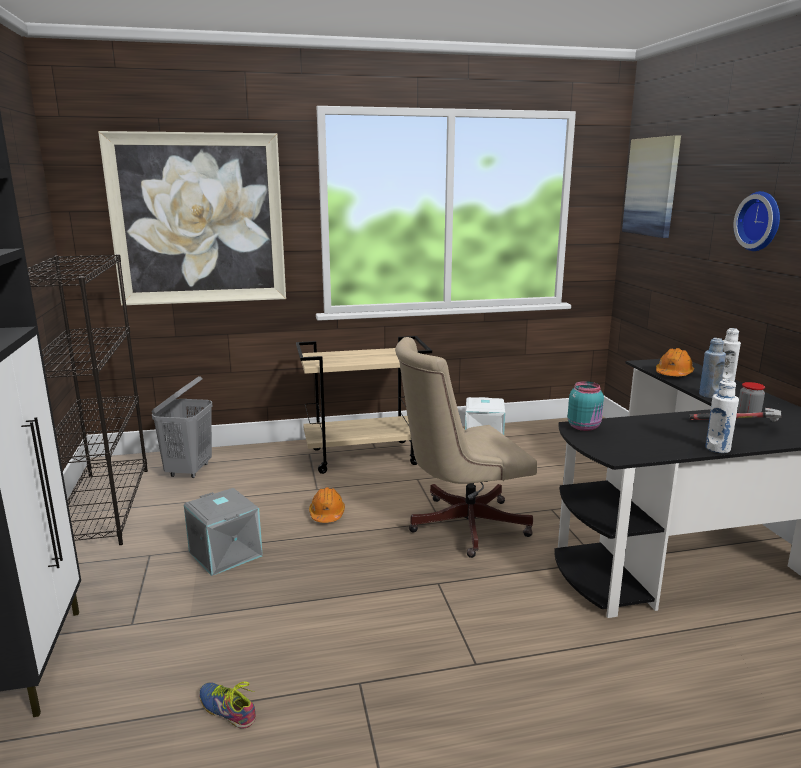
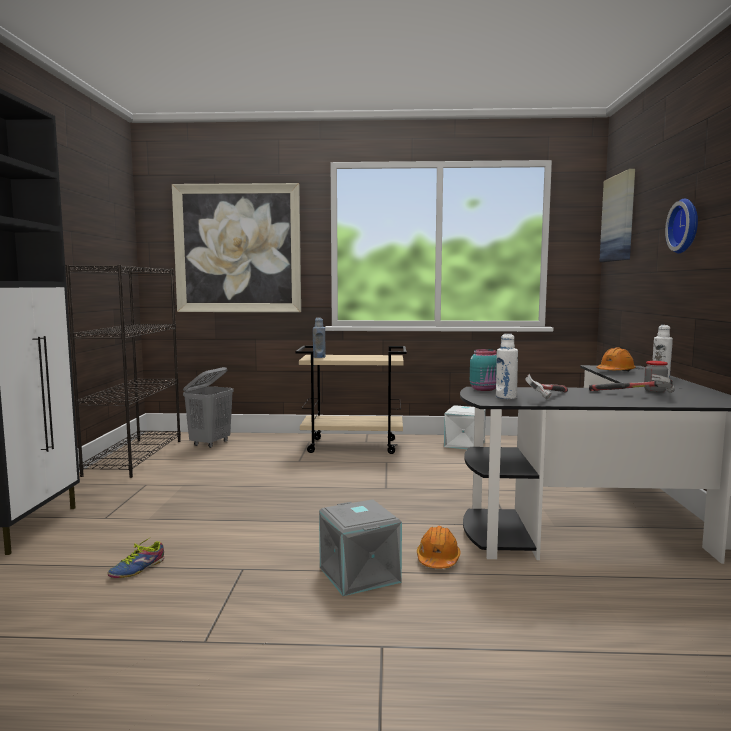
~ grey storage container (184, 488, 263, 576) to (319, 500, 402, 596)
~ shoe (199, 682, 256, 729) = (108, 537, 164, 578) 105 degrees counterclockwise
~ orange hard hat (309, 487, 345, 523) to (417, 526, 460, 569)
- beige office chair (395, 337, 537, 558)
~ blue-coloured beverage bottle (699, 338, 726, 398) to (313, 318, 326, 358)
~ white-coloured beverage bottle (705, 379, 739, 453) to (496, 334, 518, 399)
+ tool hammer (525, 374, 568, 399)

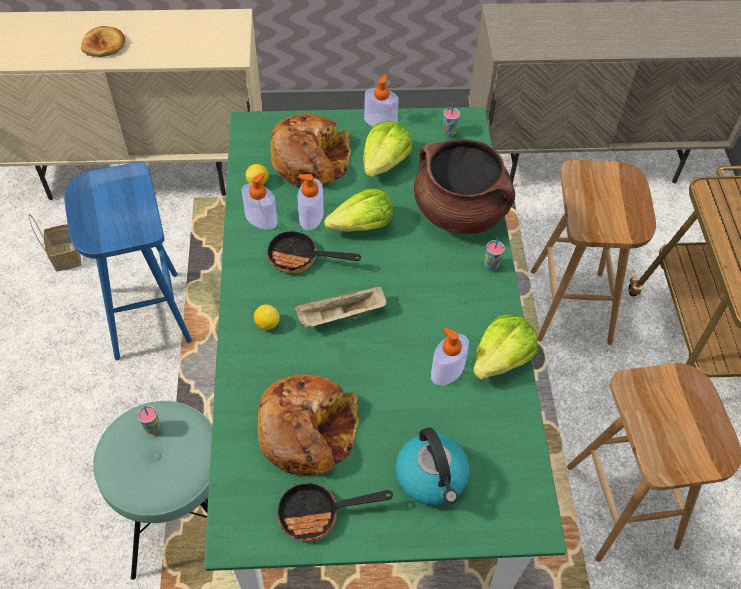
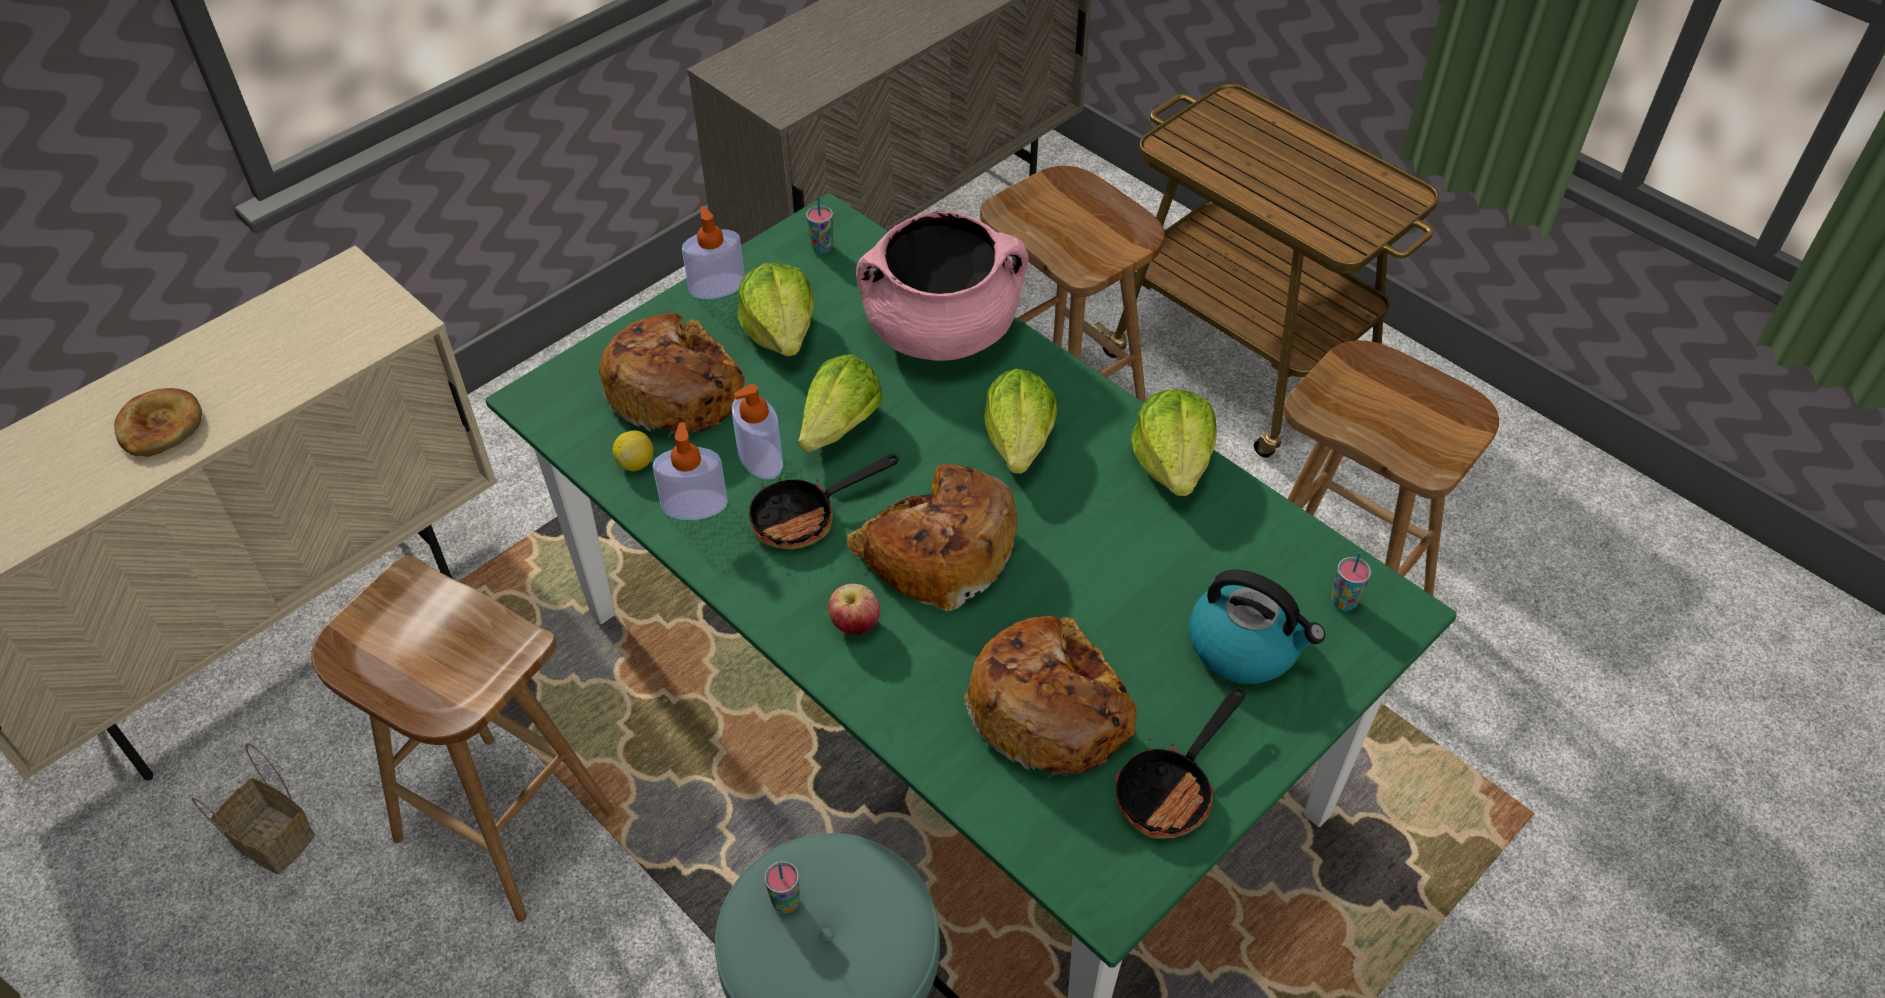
~ blue-coloured sitting stool (64, 162, 192, 360) to brown-coloured sitting stool (311, 556, 614, 922)
~ lemon (254, 305, 280, 330) to apple fruit (828, 584, 880, 634)
~ beige carrying tray (295, 286, 387, 328) to bakery bread (847, 464, 1017, 611)
~ brown-coloured stockpot (414, 139, 515, 234) to pink stockpot (856, 211, 1028, 361)
- soap dispenser (431, 328, 469, 386)
~ small cup (484, 237, 505, 271) to (1331, 552, 1371, 611)
+ head of lettuce (984, 369, 1057, 474)

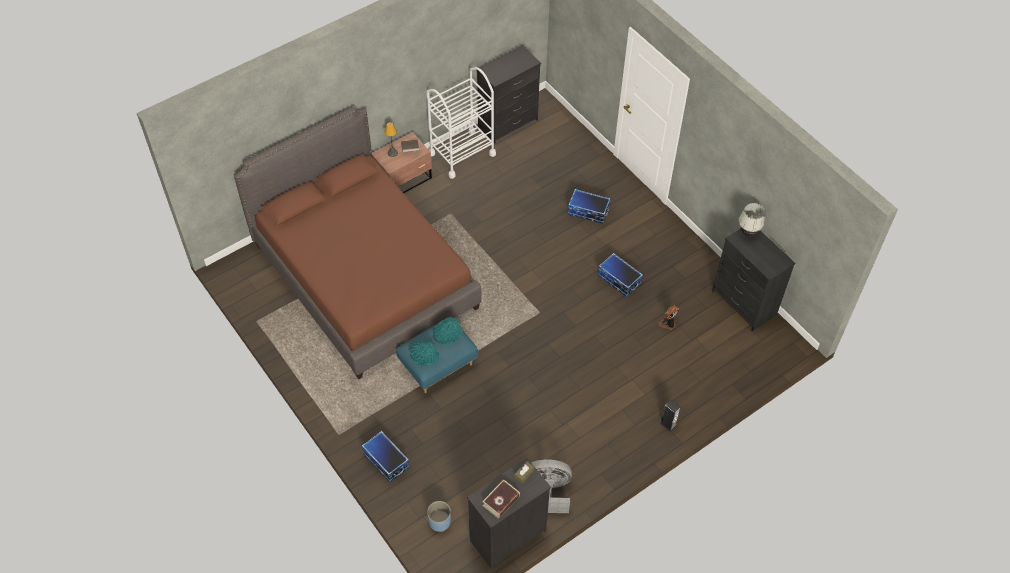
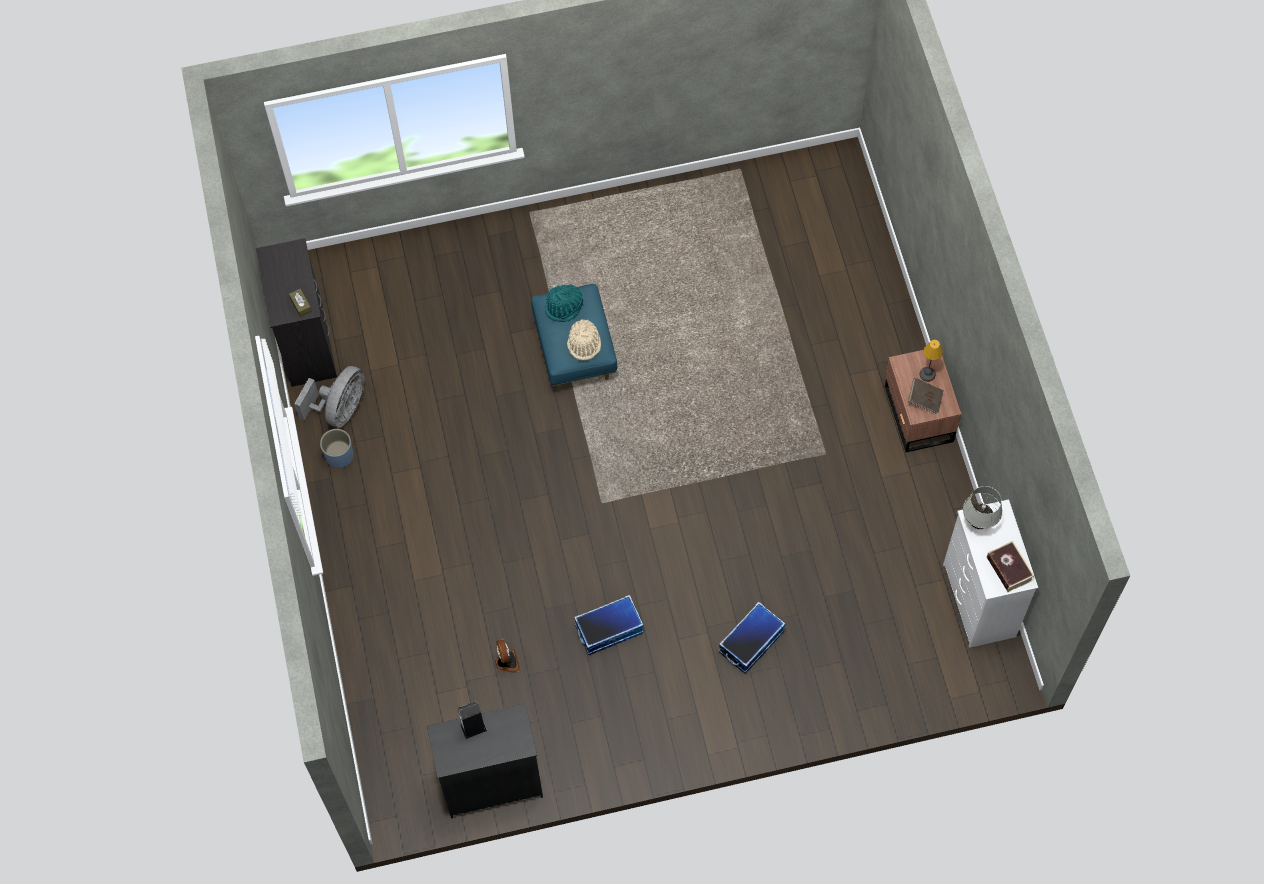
- brown-coloured bedroom bed (234, 107, 482, 379)
- storage container (362, 431, 409, 482)
- white-coloured wheeled cart (427, 67, 496, 179)
~ blue-coloured plant pot (427, 501, 451, 532) to (320, 429, 354, 468)
~ turquoise hat (433, 317, 463, 344) to beige hat (567, 320, 601, 361)
~ black-coloured chest of drawers (477, 45, 541, 143) to white-coloured chest of drawers (943, 499, 1038, 648)
~ bound book (482, 479, 520, 519) to (987, 541, 1034, 592)
~ audio speaker (660, 400, 680, 432) to (458, 701, 487, 739)
~ white-coloured tabletop lamp (739, 203, 765, 237) to (963, 486, 1002, 529)

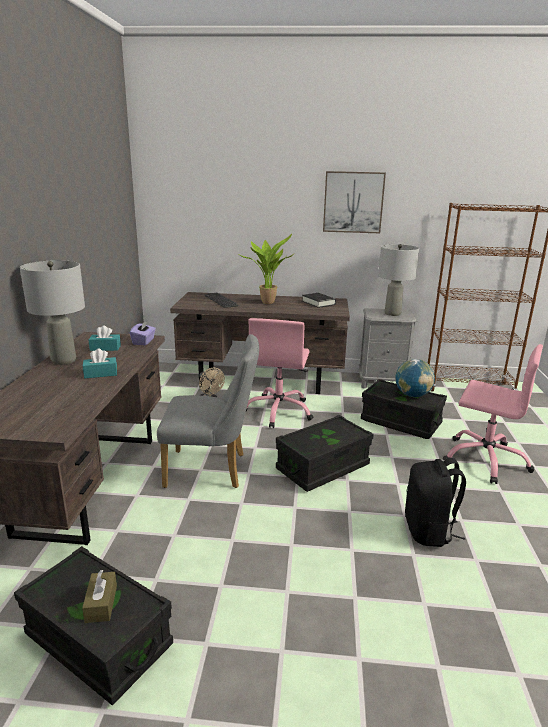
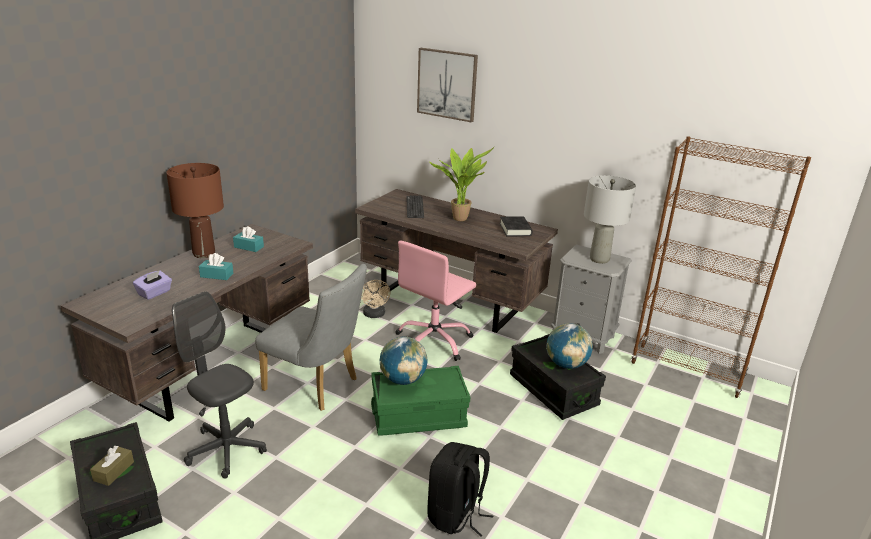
~ grey tabletop lamp (20, 260, 85, 365) to brown-coloured tabletop lamp (166, 163, 224, 258)
~ purple-coloured tissue holder (130, 320, 156, 345) to (133, 271, 172, 300)
~ black-coloured storage container (276, 415, 374, 492) to greenish storage container (371, 366, 470, 436)
~ wall picture (323, 171, 386, 233) to (417, 48, 478, 122)
- pink office chair (443, 344, 543, 484)
+ grey office chair (172, 291, 267, 479)
+ world globe (380, 337, 428, 385)

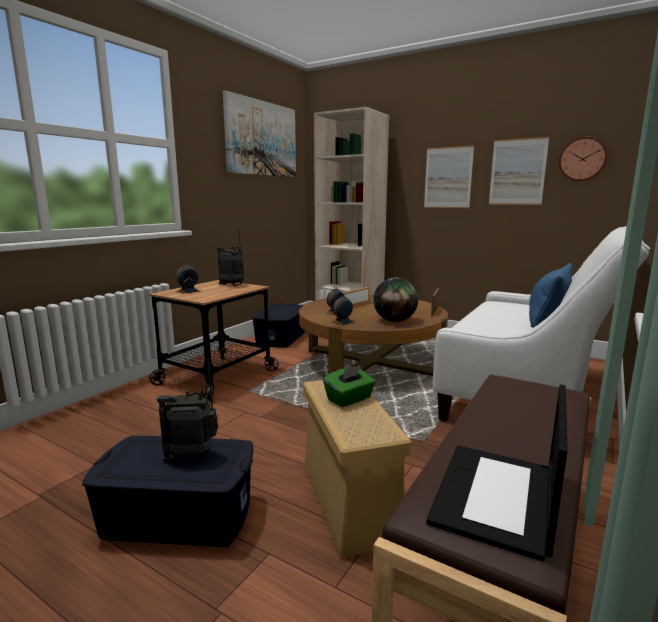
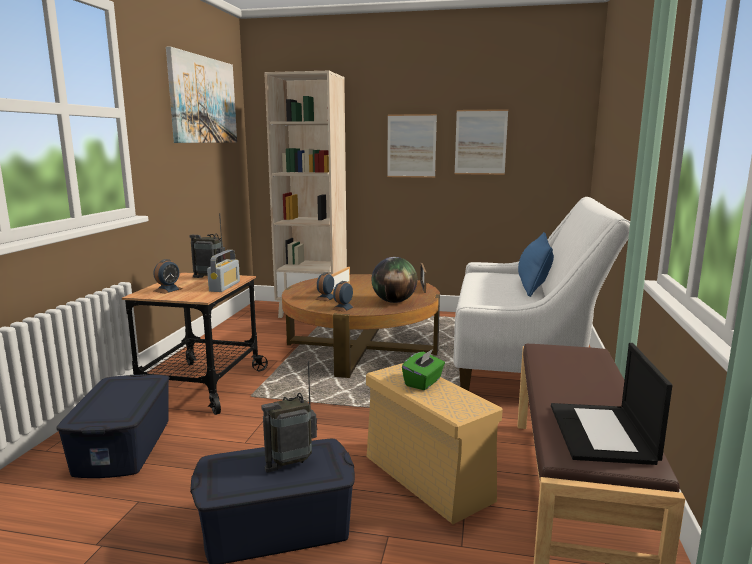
~ blue-coloured storage container (252, 304, 305, 348) to (56, 374, 170, 478)
- hanging clock (559, 137, 607, 181)
+ radio set (207, 250, 240, 292)

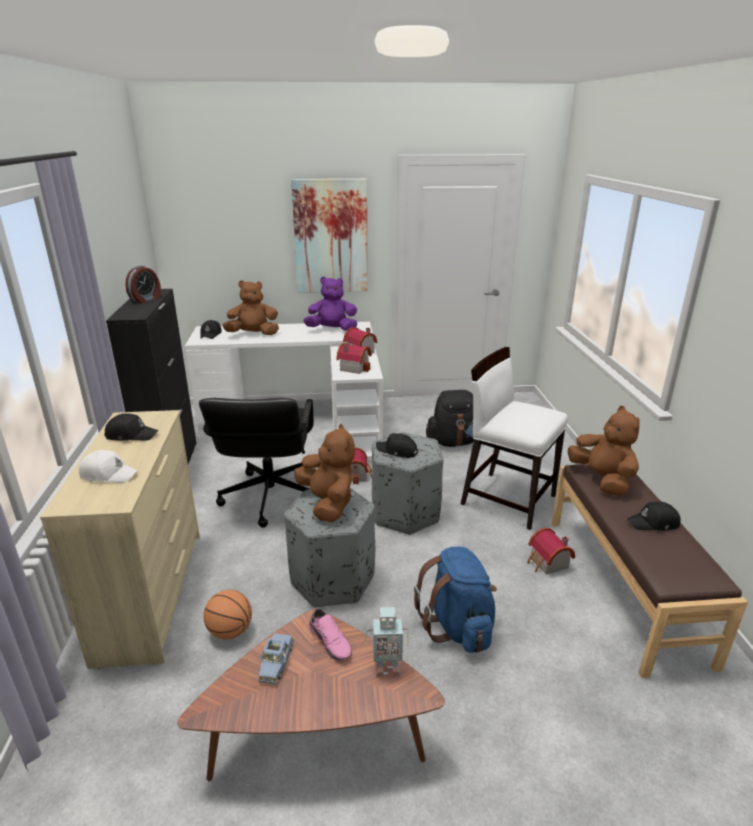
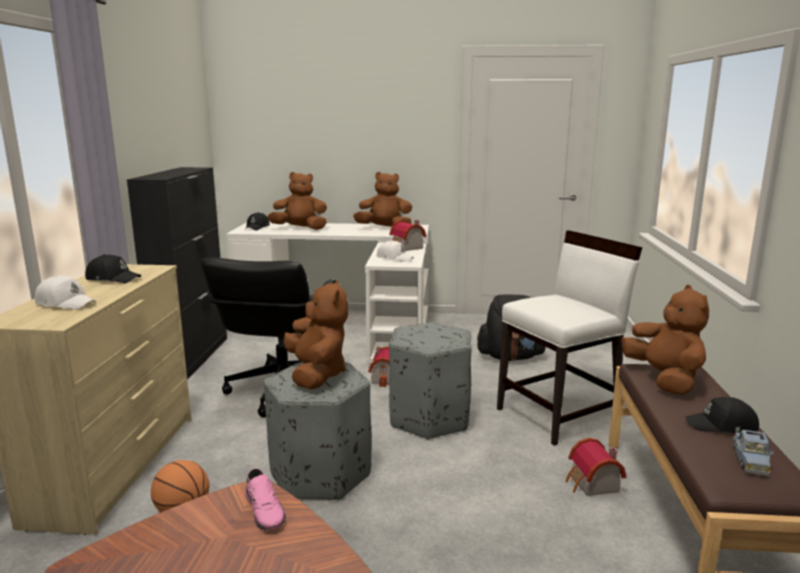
- table clock (125, 266, 161, 303)
~ blue-coloured miniature car (259, 634, 294, 685) to (733, 430, 774, 476)
- wall picture (291, 179, 368, 293)
~ purple-coloured soft toy (303, 277, 357, 331) to brown-coloured soft toy (353, 172, 412, 227)
~ miniature house (336, 343, 372, 374) to white-coloured cap (377, 240, 414, 262)
- model robot (365, 607, 409, 676)
- black-coloured cap (376, 433, 418, 458)
- blue-coloured rucksack (414, 547, 497, 653)
~ white-coloured upright chair (461, 347, 568, 530) = (497, 230, 642, 446) 105 degrees clockwise

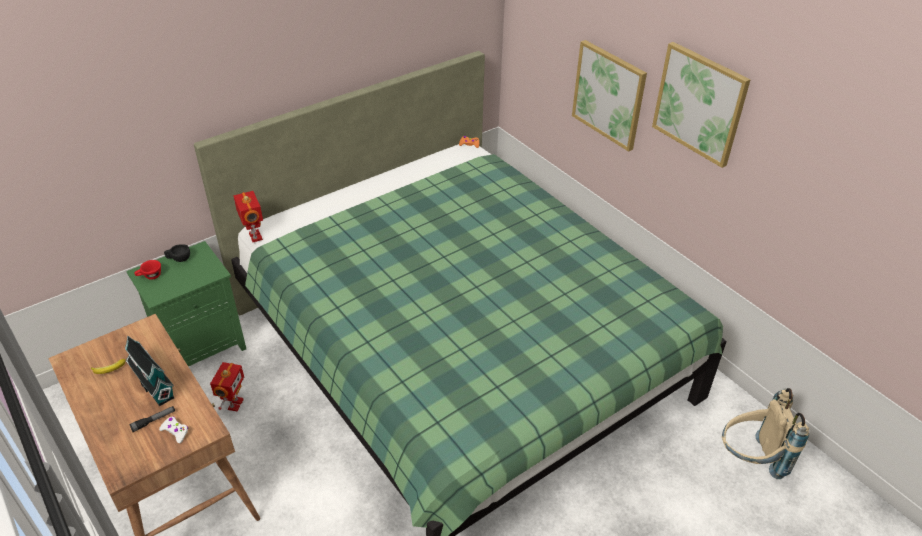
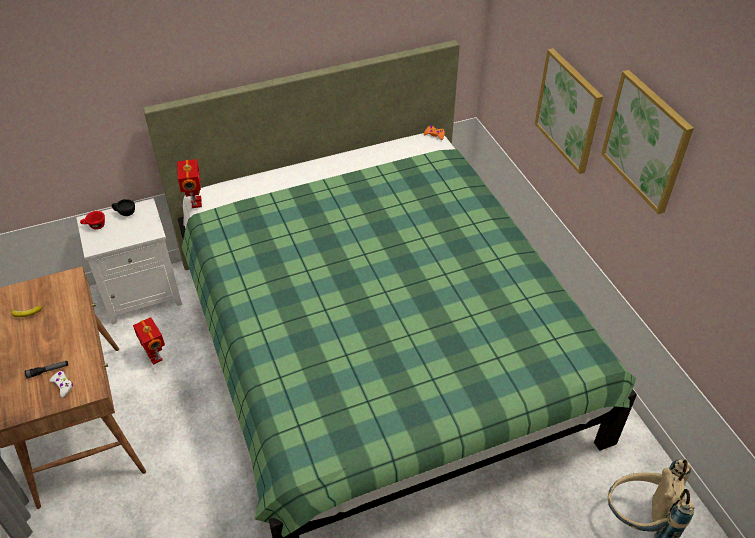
- miniature house (125, 335, 174, 406)
~ greenish bedside table (126, 241, 246, 366) to white-coloured bedside table (76, 198, 182, 325)
~ model robot (210, 362, 244, 411) = (133, 317, 165, 365) 120 degrees clockwise

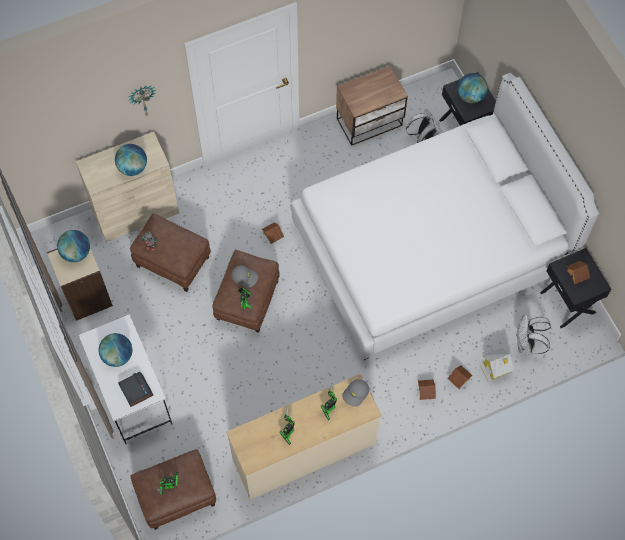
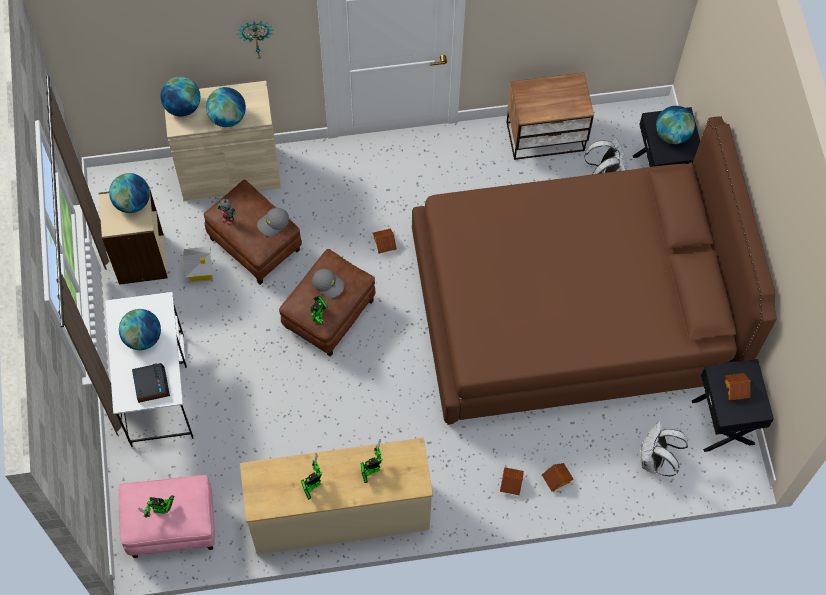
~ brown-coloured pouffe (131, 449, 216, 530) to pink pouffe (118, 475, 215, 558)
~ white-coloured bedroom bed (291, 73, 599, 360) to brown-coloured bedroom bed (412, 116, 777, 425)
~ grey cap (342, 379, 369, 407) to (257, 208, 289, 237)
~ miniature house (480, 348, 514, 382) to (183, 247, 213, 283)
+ world globe (160, 77, 200, 117)

